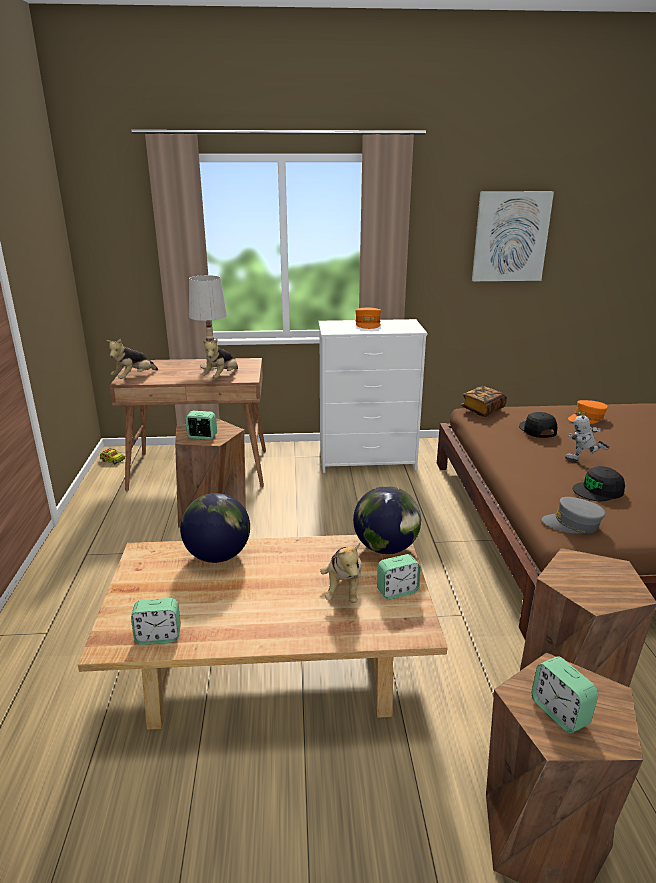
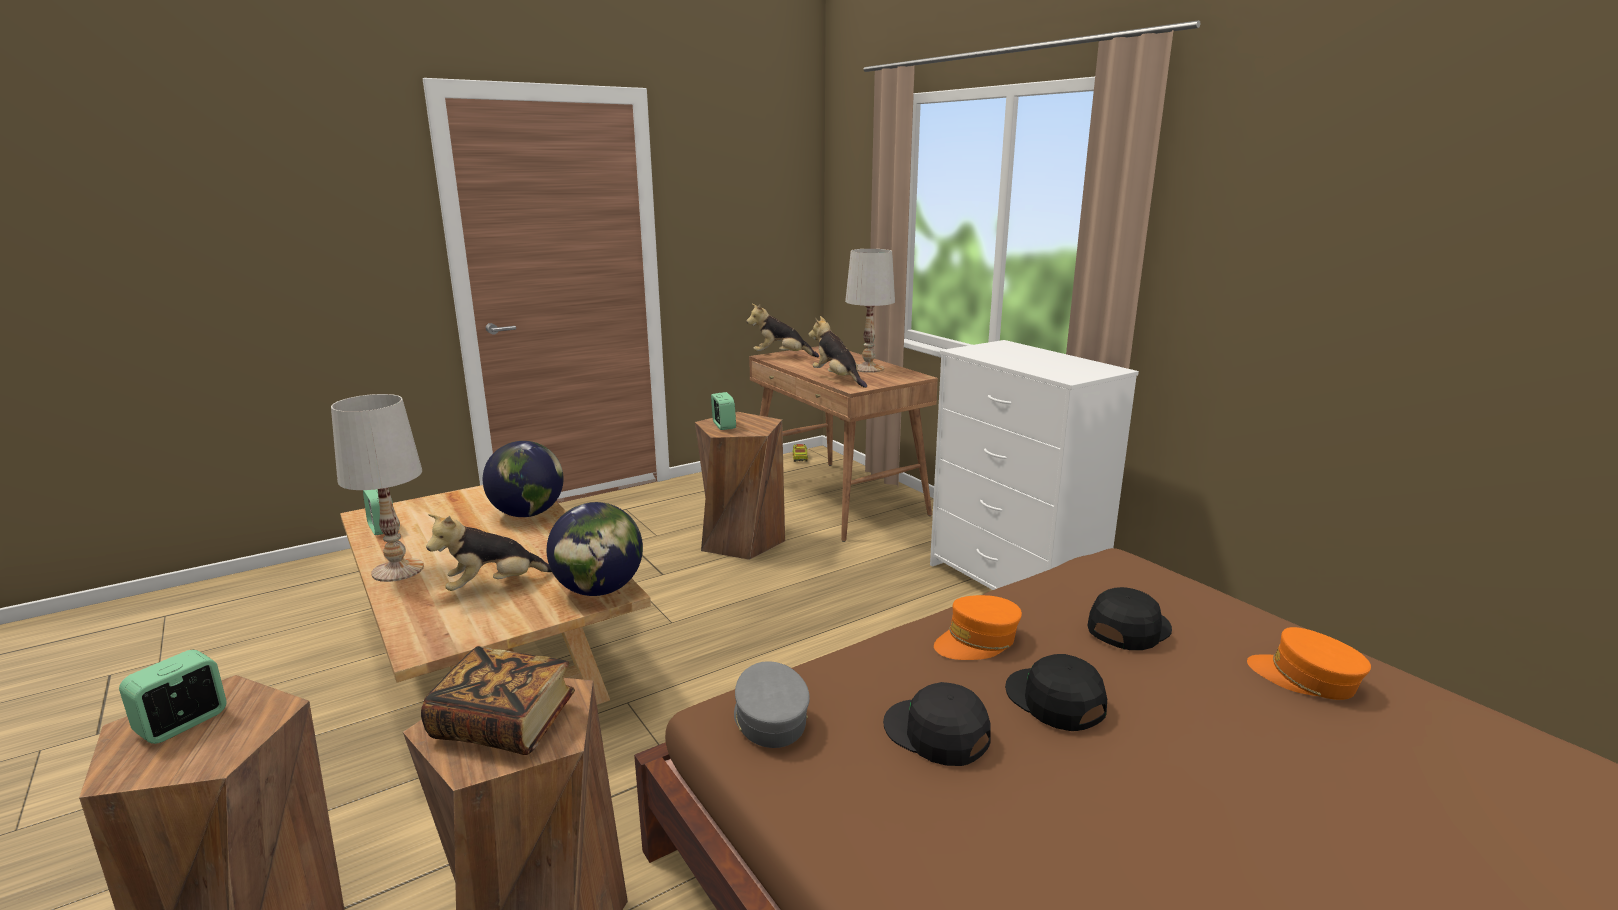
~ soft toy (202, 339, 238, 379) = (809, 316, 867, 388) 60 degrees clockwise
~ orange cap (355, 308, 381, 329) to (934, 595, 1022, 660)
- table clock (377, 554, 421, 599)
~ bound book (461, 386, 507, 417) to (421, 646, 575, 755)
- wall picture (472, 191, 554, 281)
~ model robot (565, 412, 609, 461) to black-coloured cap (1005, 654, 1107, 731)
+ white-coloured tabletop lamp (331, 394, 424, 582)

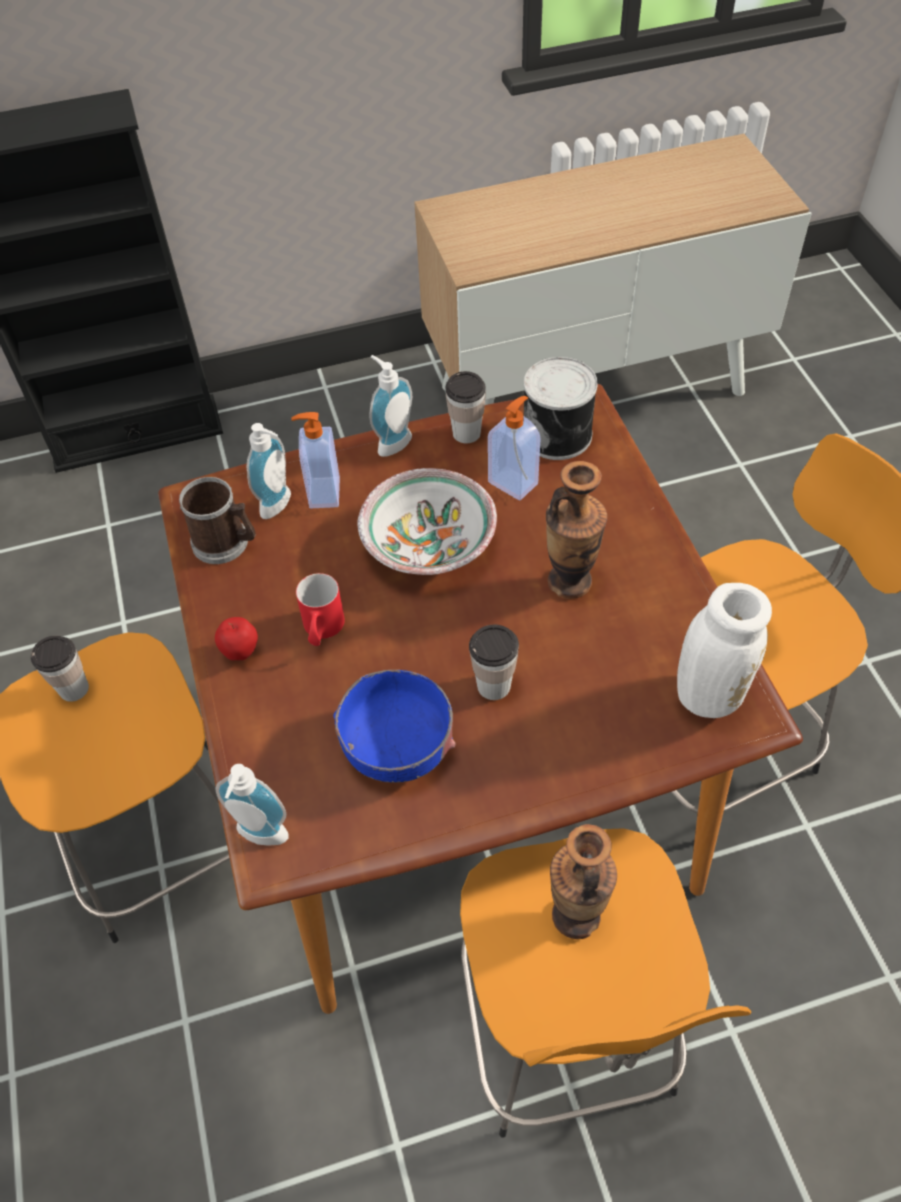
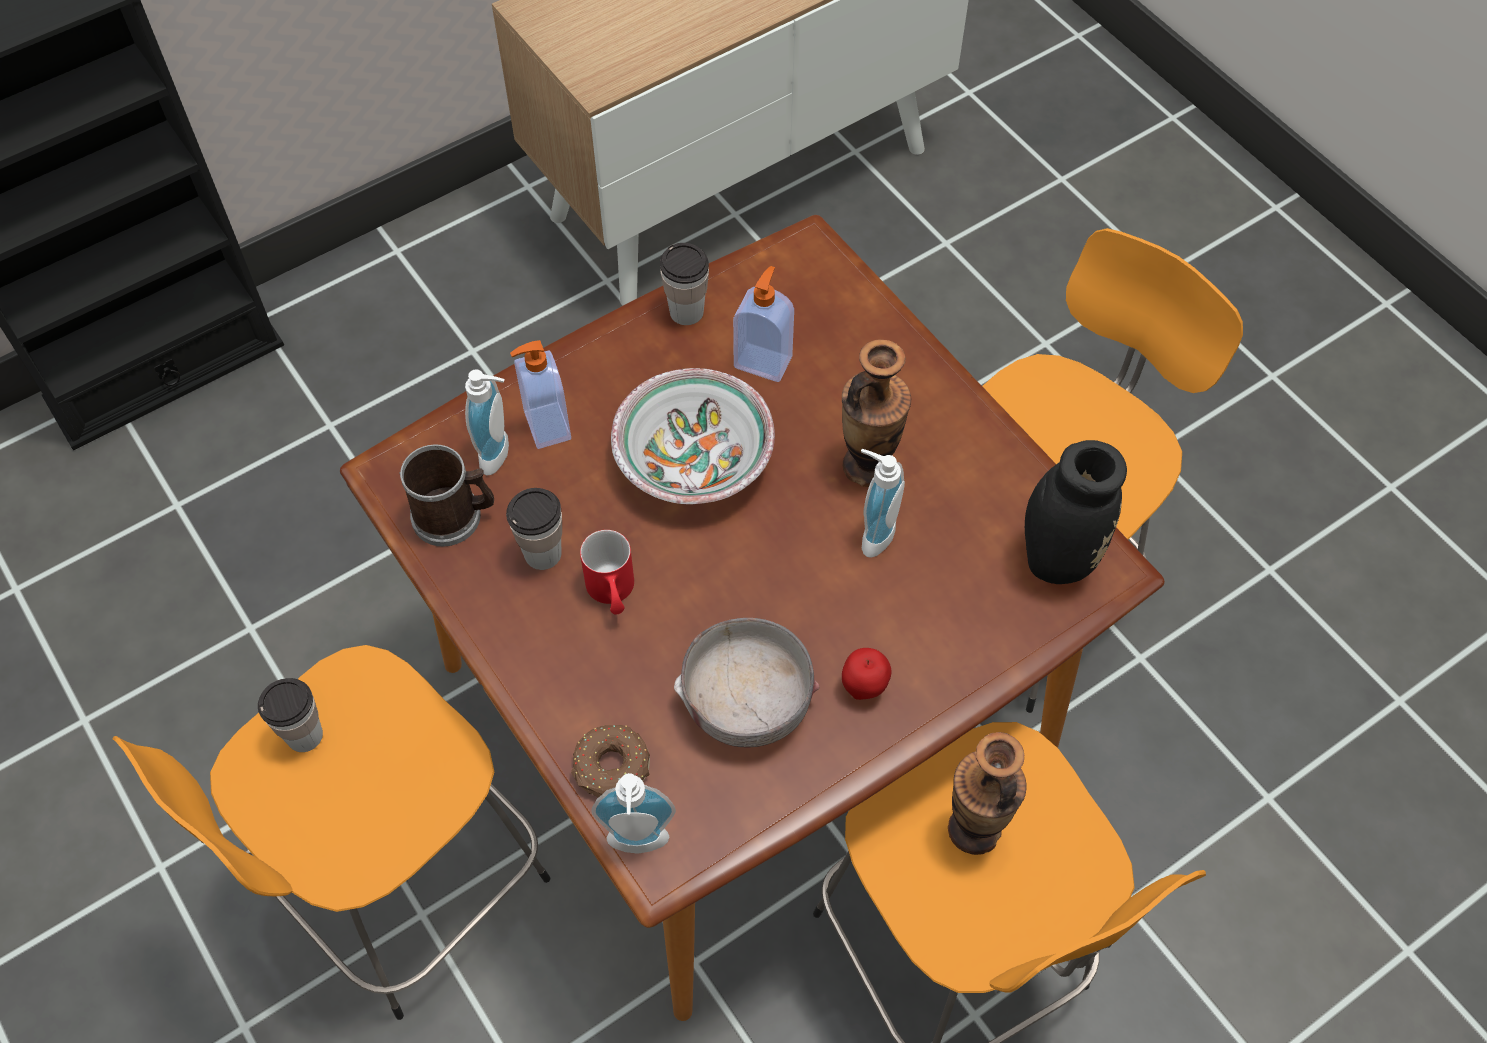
~ apple fruit (215, 617, 258, 660) to (842, 648, 892, 700)
~ blue-coloured serving bowl (333, 670, 456, 783) to grey serving bowl (674, 618, 819, 747)
~ soap dispenser (370, 355, 412, 457) to (861, 449, 905, 558)
~ small cup (469, 625, 519, 700) to (506, 488, 562, 570)
- sealed can (524, 357, 598, 460)
~ white-coloured flower vase (653, 507, 772, 718) to black-coloured flower vase (971, 378, 1127, 584)
+ doughnut (571, 725, 650, 797)

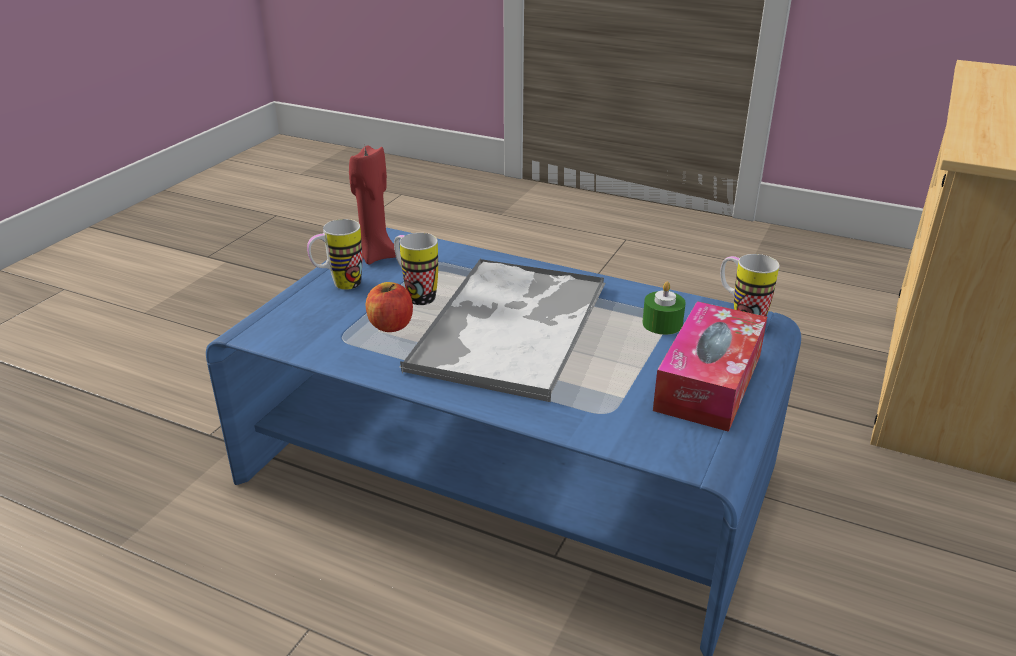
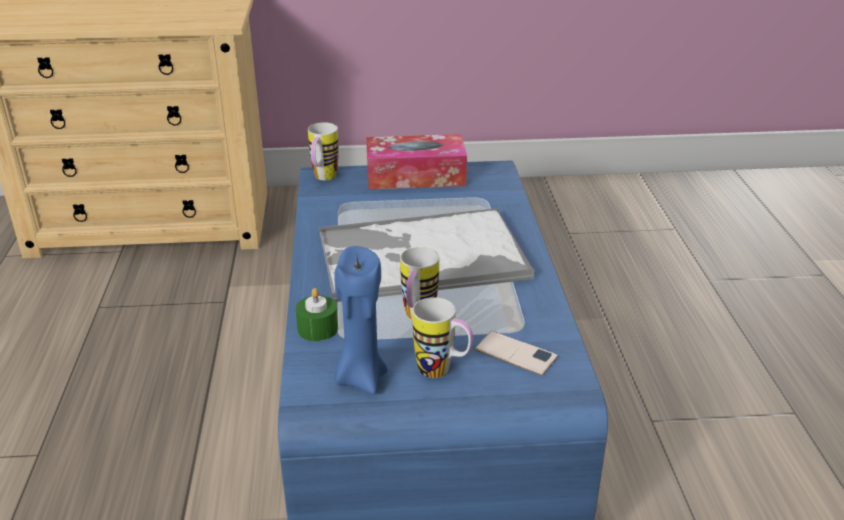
~ red-coloured candle (349, 146, 396, 264) to blue-coloured candle (334, 246, 388, 394)
- apple fruit (366, 282, 413, 332)
~ greenish candle (642, 282, 686, 335) to (296, 288, 338, 341)
+ phone (475, 331, 558, 375)

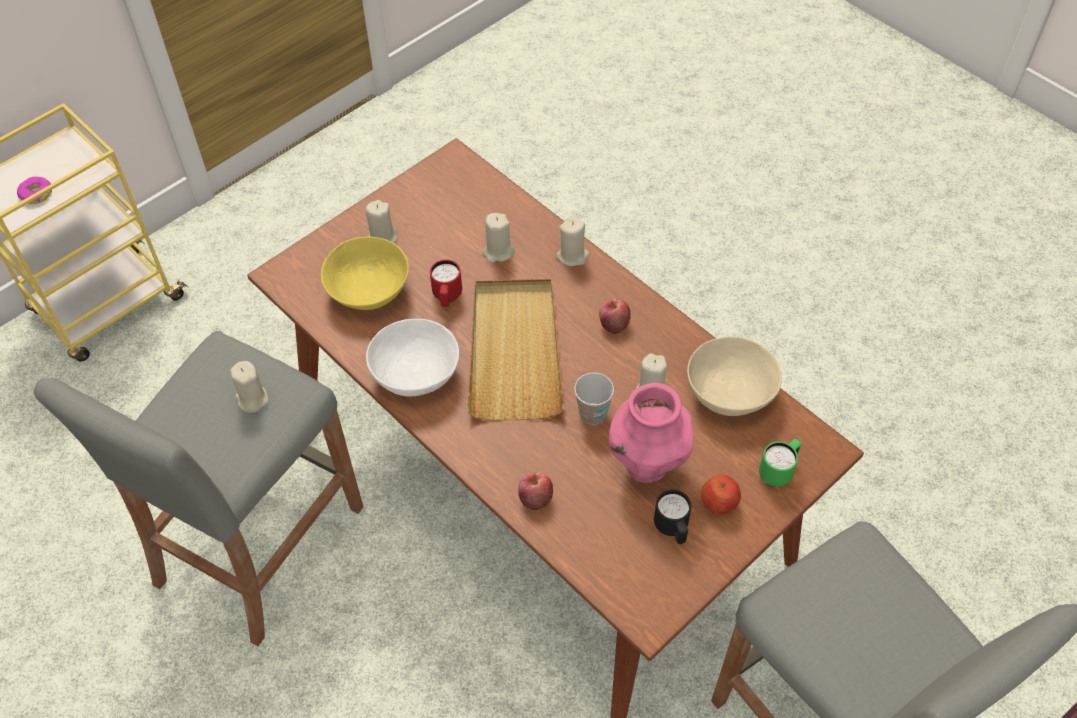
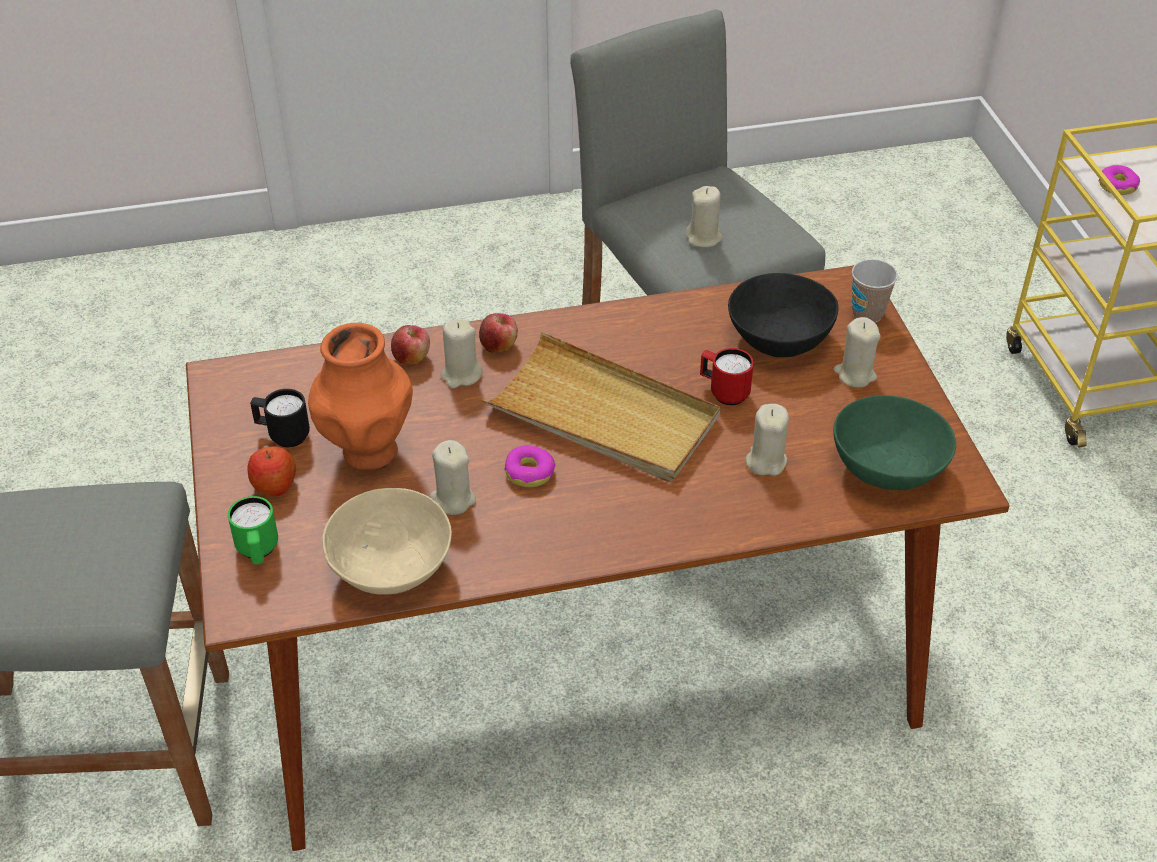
~ yellowish serving bowl (321, 237, 409, 310) to black-coloured serving bowl (728, 273, 839, 357)
- white-coloured serving bowl (366, 319, 459, 397)
~ beige candle (556, 218, 589, 266) to (441, 319, 483, 388)
~ small cup (574, 373, 614, 425) to (852, 259, 898, 323)
~ apple fruit (599, 299, 631, 334) to (479, 313, 518, 353)
~ pink flower vase (609, 383, 694, 484) to orange flower vase (308, 323, 413, 470)
+ doughnut (504, 445, 555, 487)
+ greenish serving bowl (833, 395, 956, 490)

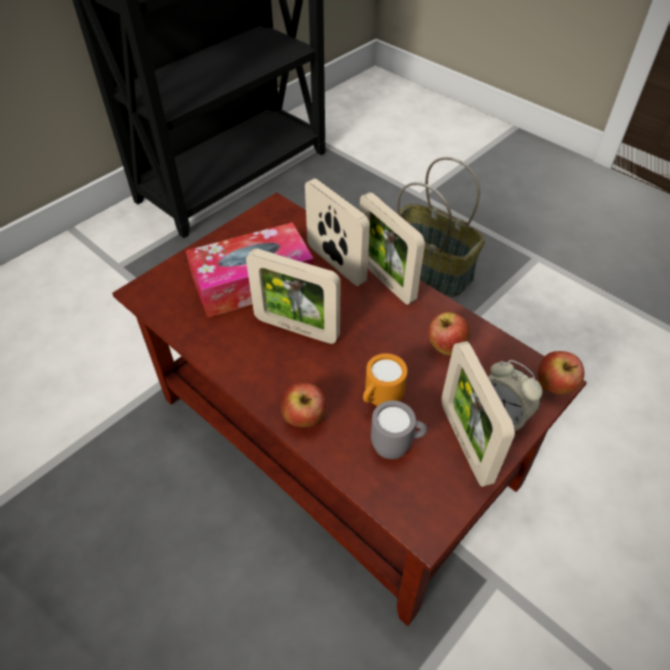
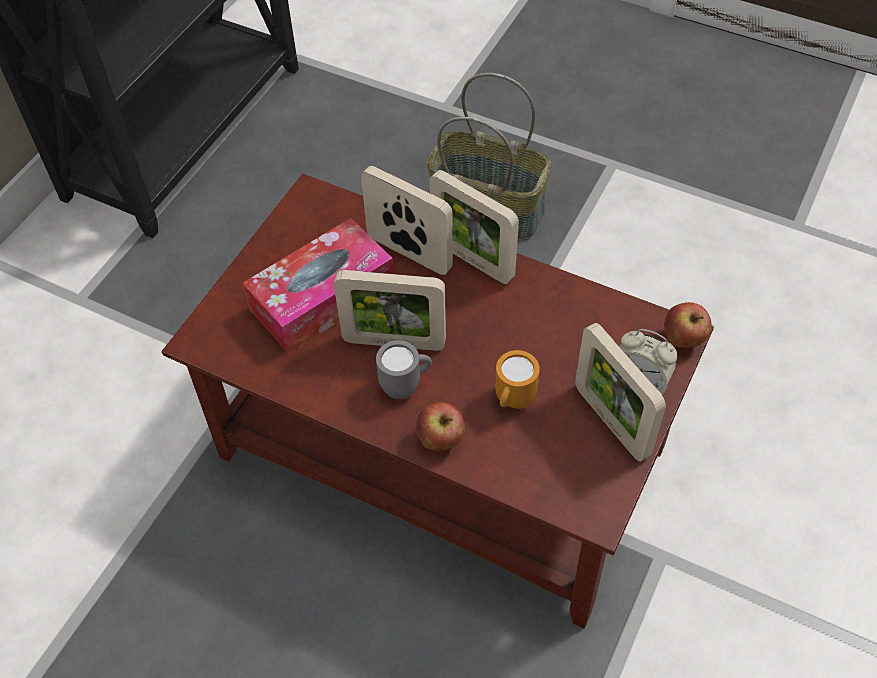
~ grey tea mug (371, 401, 427, 459) to (376, 340, 432, 399)
- apple fruit (428, 312, 470, 355)

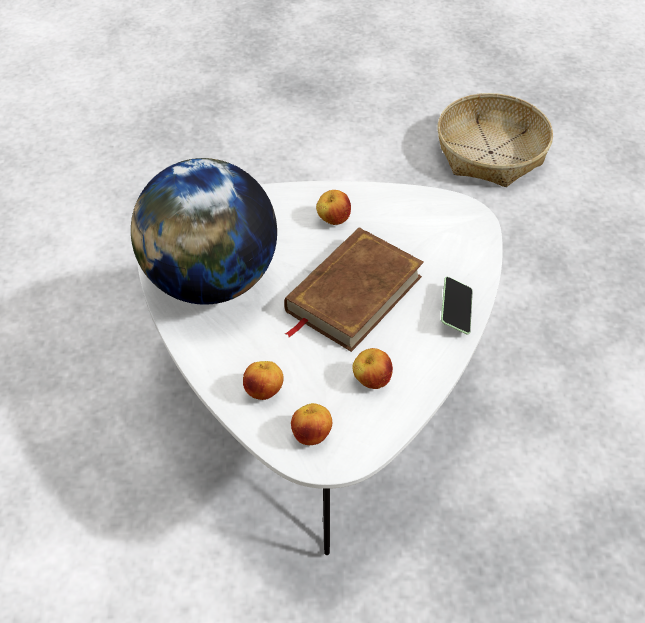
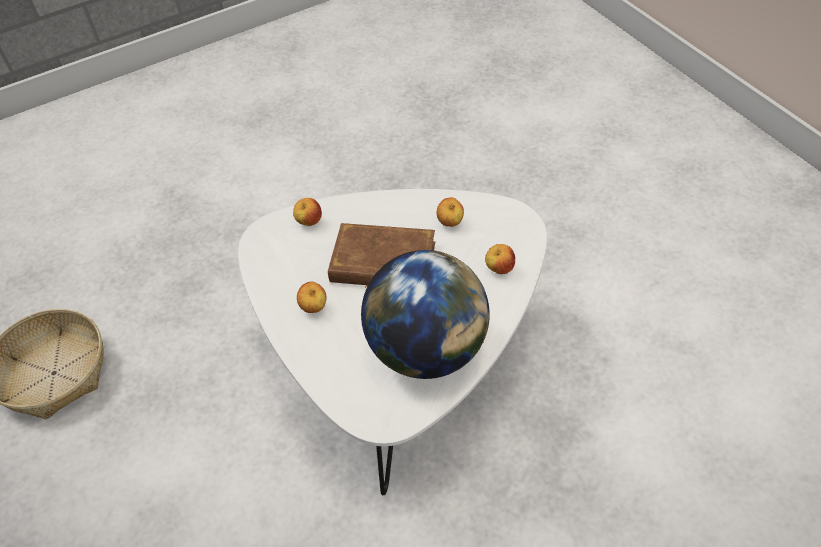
~ apple fruit (291, 403, 332, 445) to (293, 198, 322, 226)
- phone (441, 277, 473, 335)

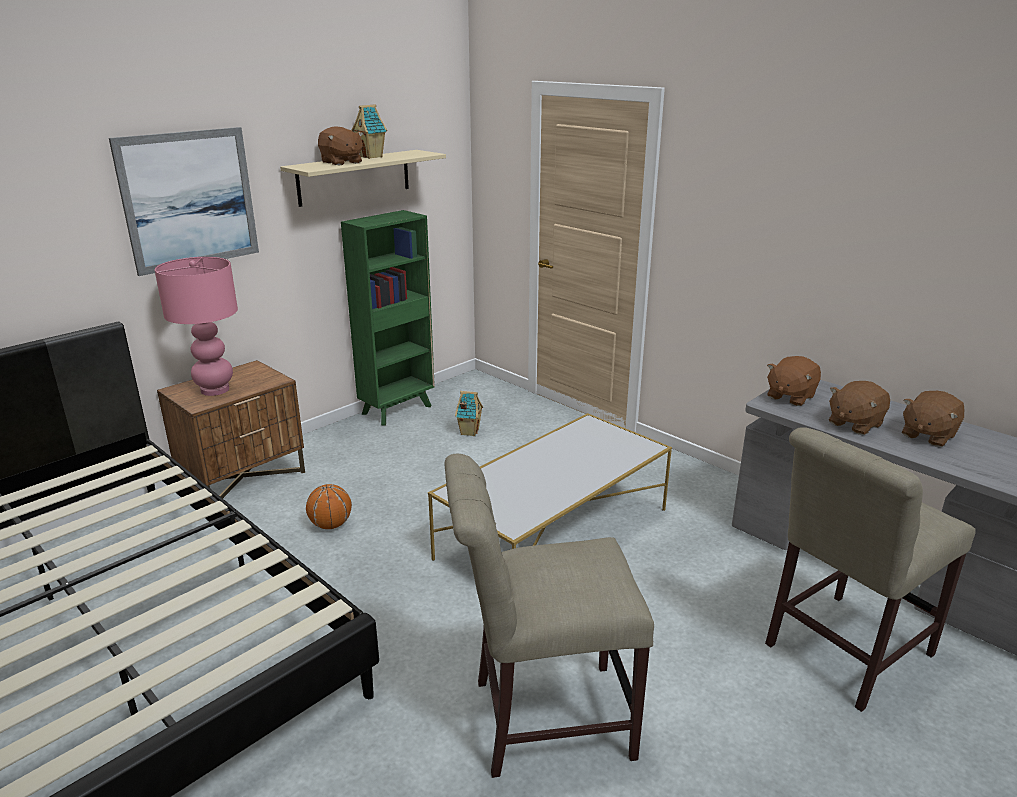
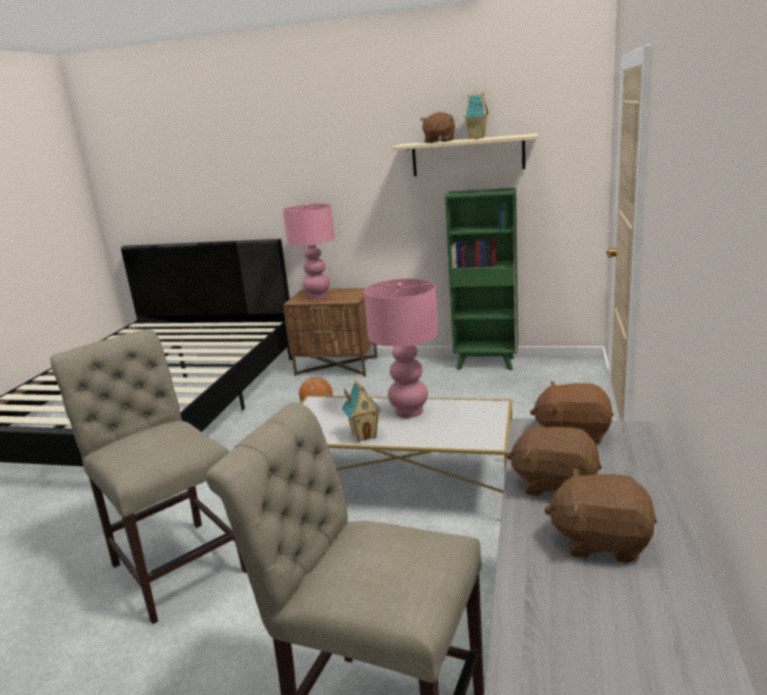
- wall picture (109, 127, 259, 276)
~ miniature house (455, 391, 483, 436) to (342, 379, 382, 442)
+ pink tabletop lamp (364, 279, 438, 418)

